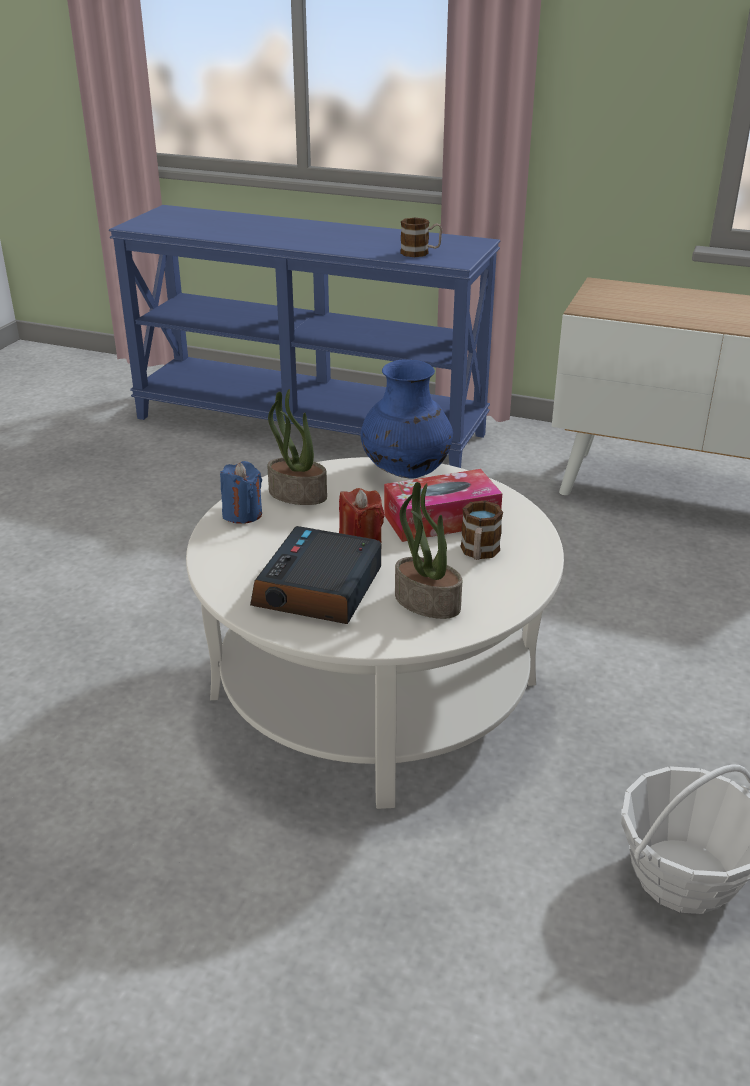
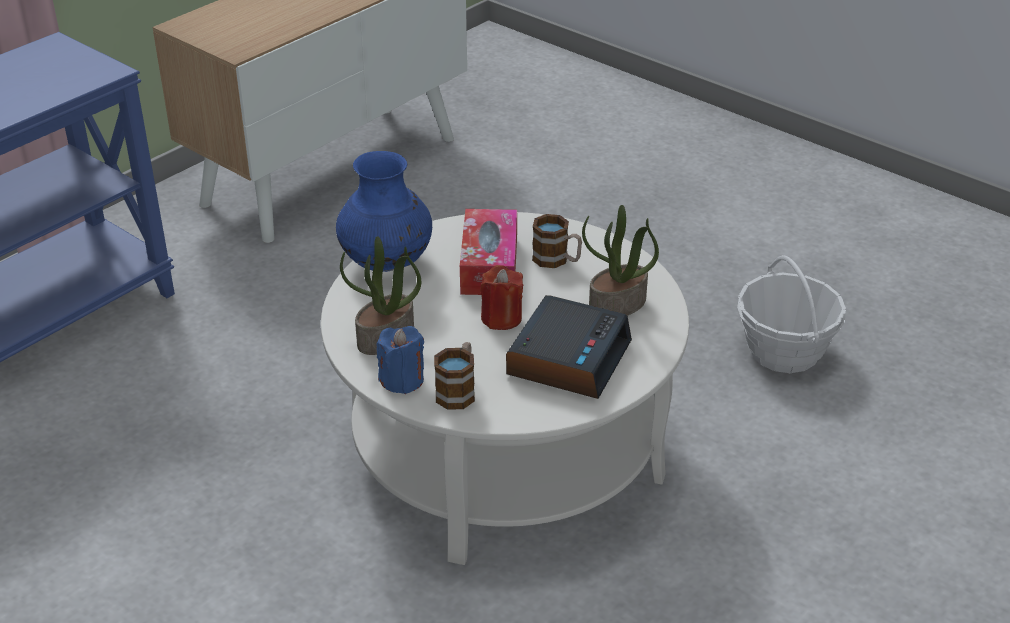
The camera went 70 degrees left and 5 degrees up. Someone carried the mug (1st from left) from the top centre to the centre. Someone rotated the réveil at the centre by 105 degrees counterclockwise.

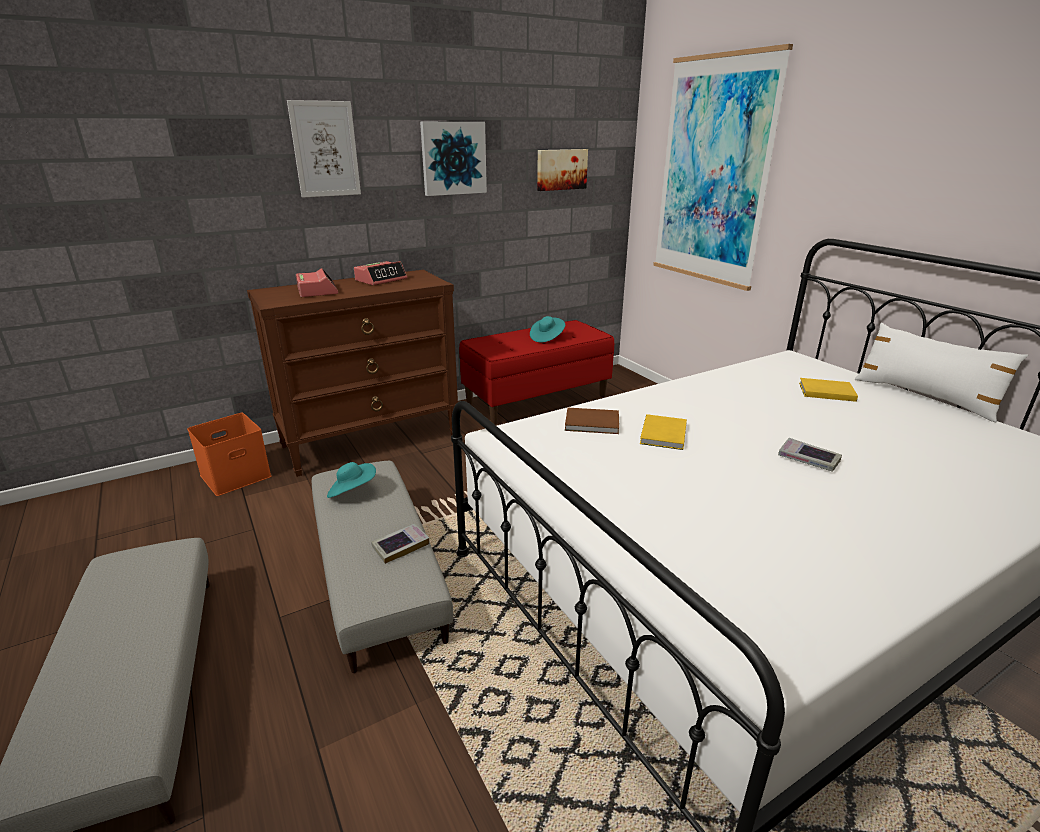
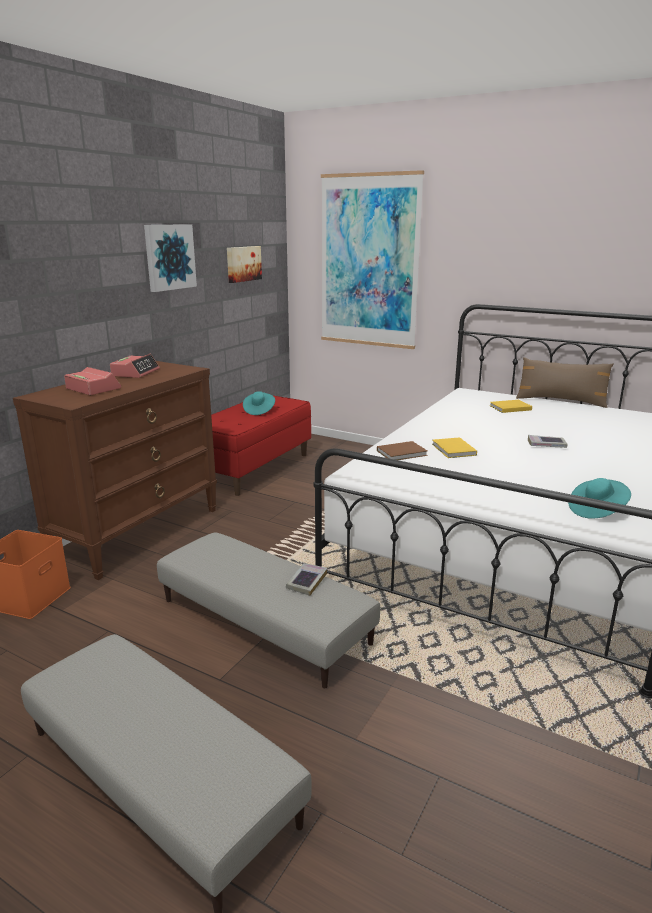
The camera went 30 degrees left and 5 degrees down. Someone took away the tableau (1st from left) at the top left. Someone repainted the coussin (blanc) at the middle right, which became the coussin (marron) at the middle right. Someone carried the chapeau (turquoise) (1st from left in the first image) from the centre to the middle right.

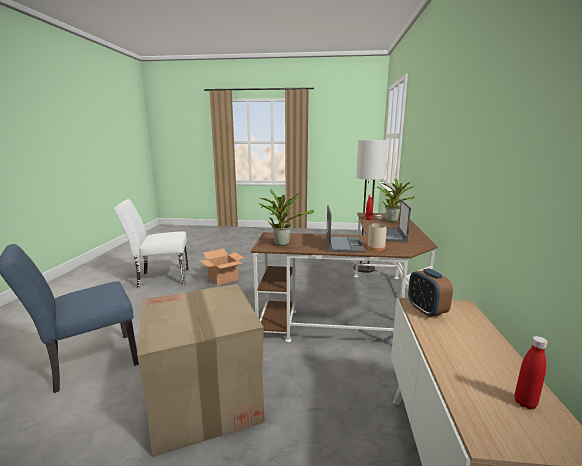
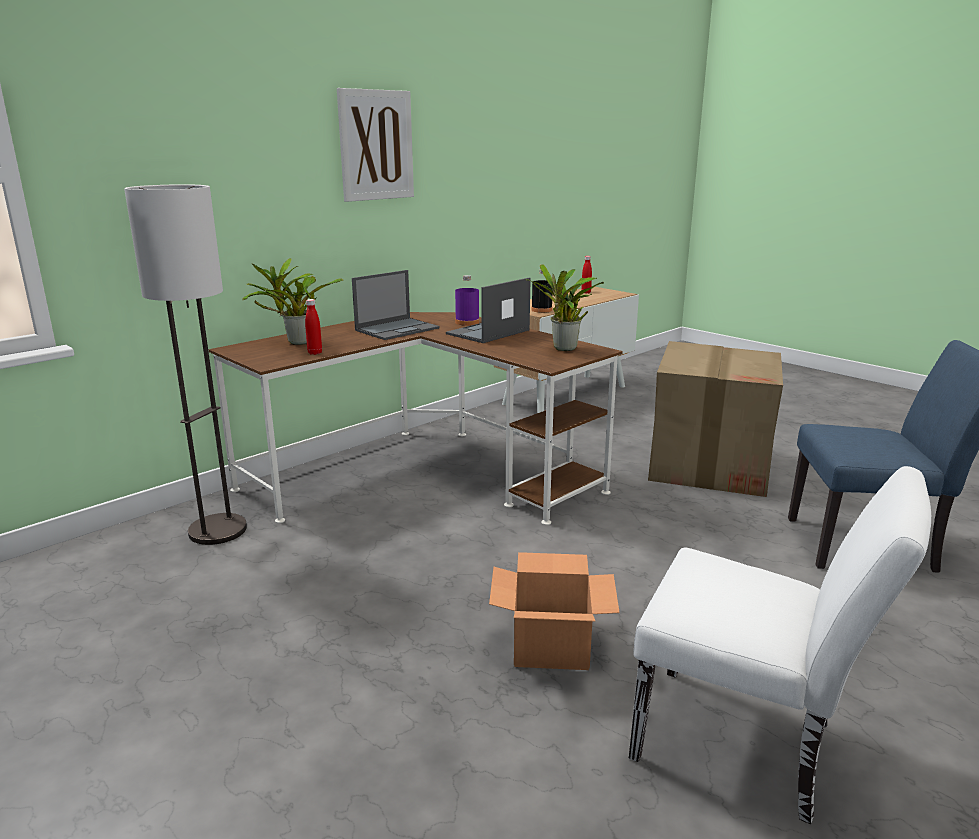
The camera went 140 degrees left and 5 degrees up. Someone repainted the bouteille (beige) at the centre, which became the bouteille (violet) at the centre. Someone swapped the réveil at the middle right for the bouteille (noir) at the centre. Someone put up the tableau at the top centre.

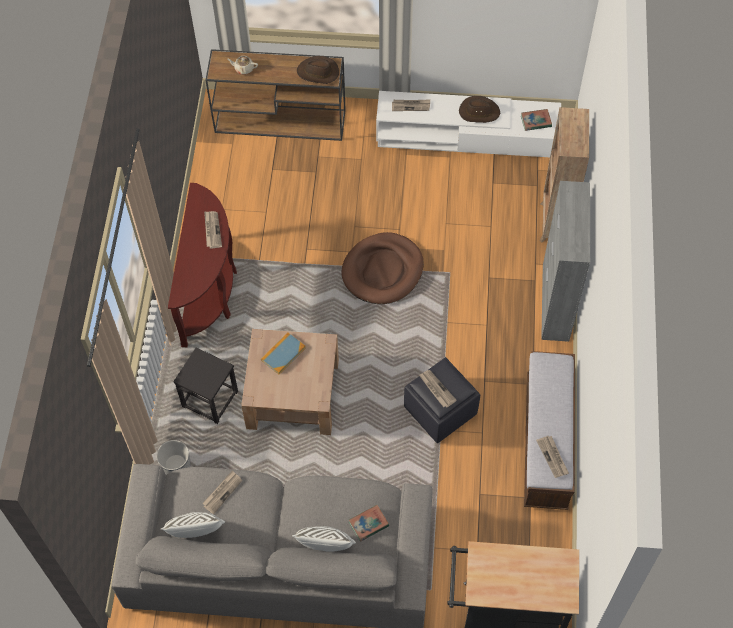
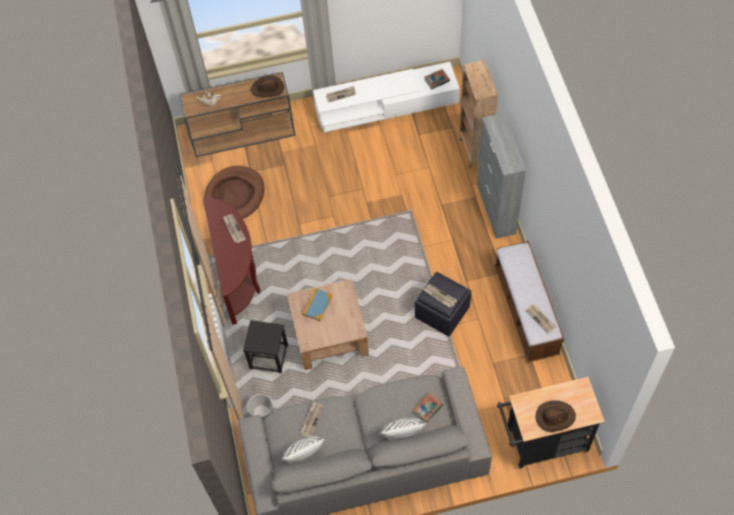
The camera went 15 degrees left and 0 degrees up. Someone carried the chapeau (marron) (2nd from left) from the top centre to the bottom right. Someone carried the panier pour chien (marron) from the centre to the middle left.

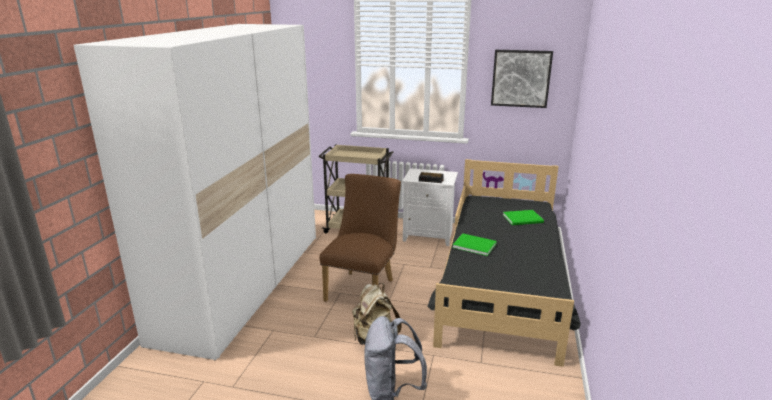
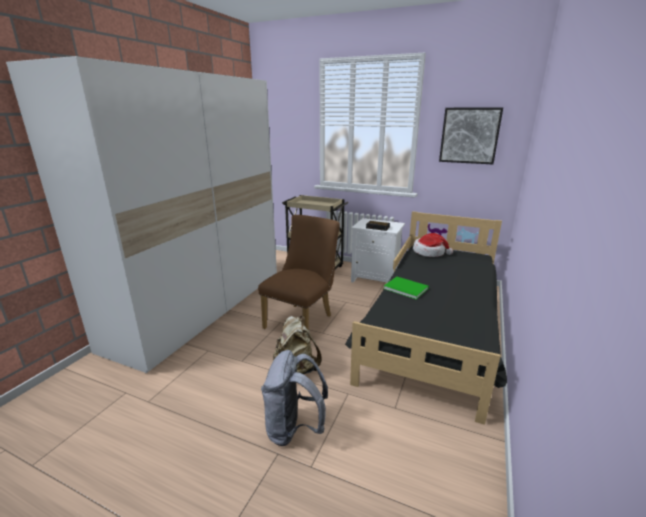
The camera went 10 degrees right and 0 degrees up. Someone took away the livre (vert) (2nd from left) at the middle right. Someone put down the chapeau at the middle right.

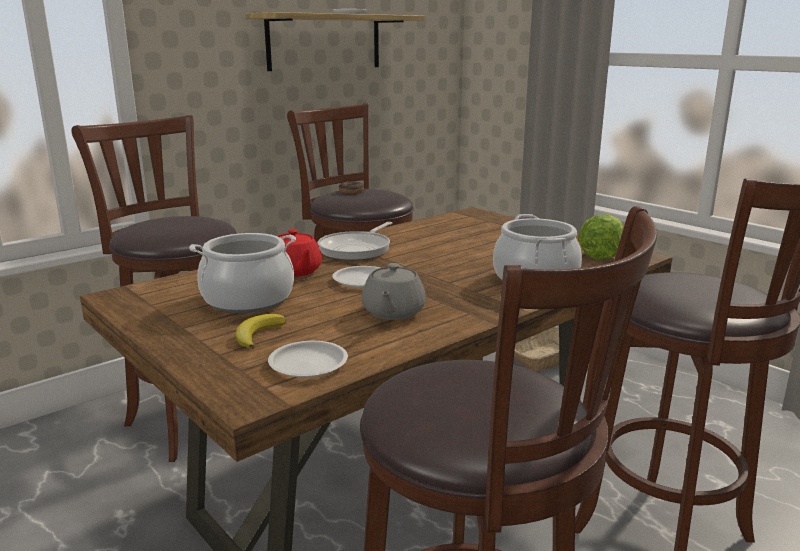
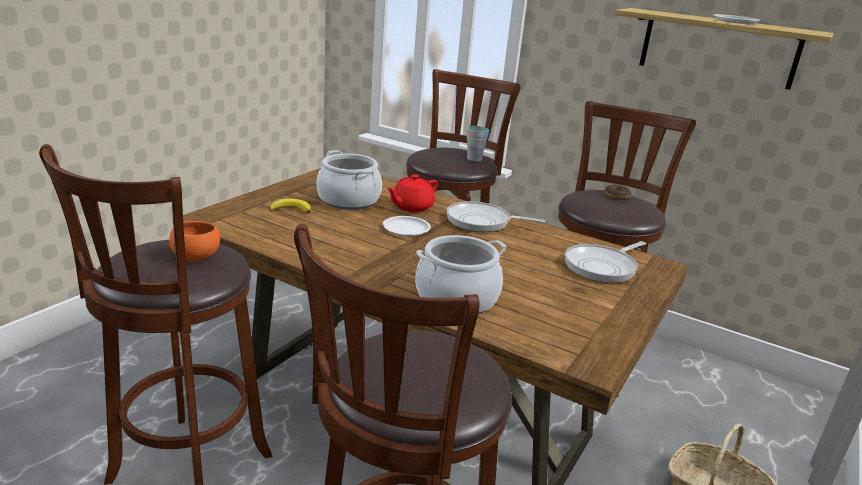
The camera went 70 degrees right and 5 degrees up. Someone took away the laitue at the middle right. Someone took away the théière (gris) at the centre. Someone took away the assiette (blanc) (1st from left) at the centre. Someone put down the tasse at the top centre. Someone put down the bol (orange) at the middle left. Someone put down the poêle (2nd from left) at the middle right.

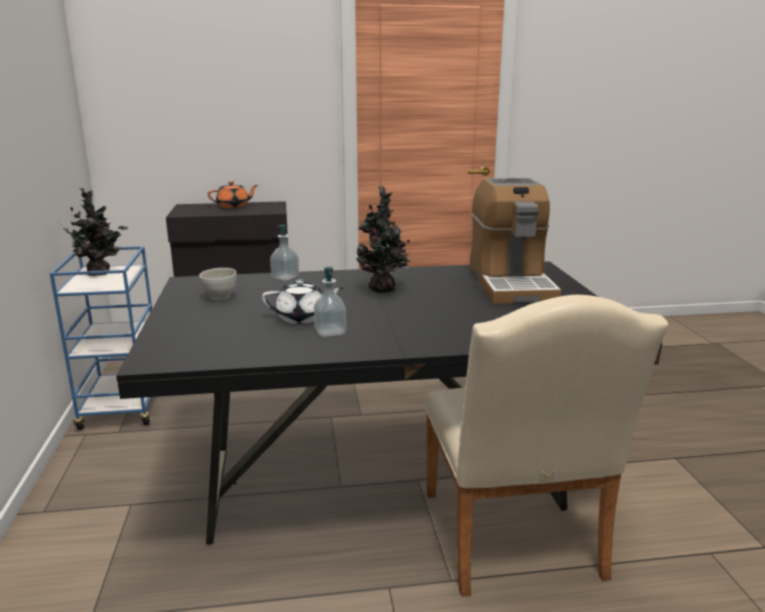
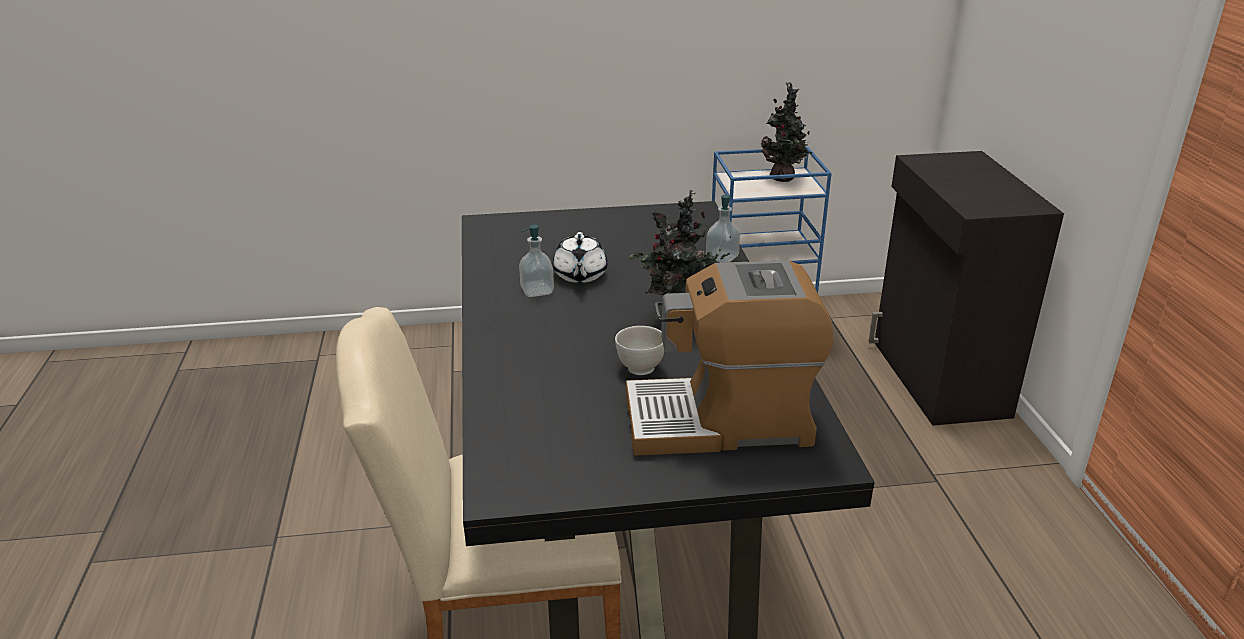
The camera went 90 degrees right and 10 degrees up. Someone took away the théière (orange) at the top left. Someone carried the bol (blanc) from the middle left to the centre.

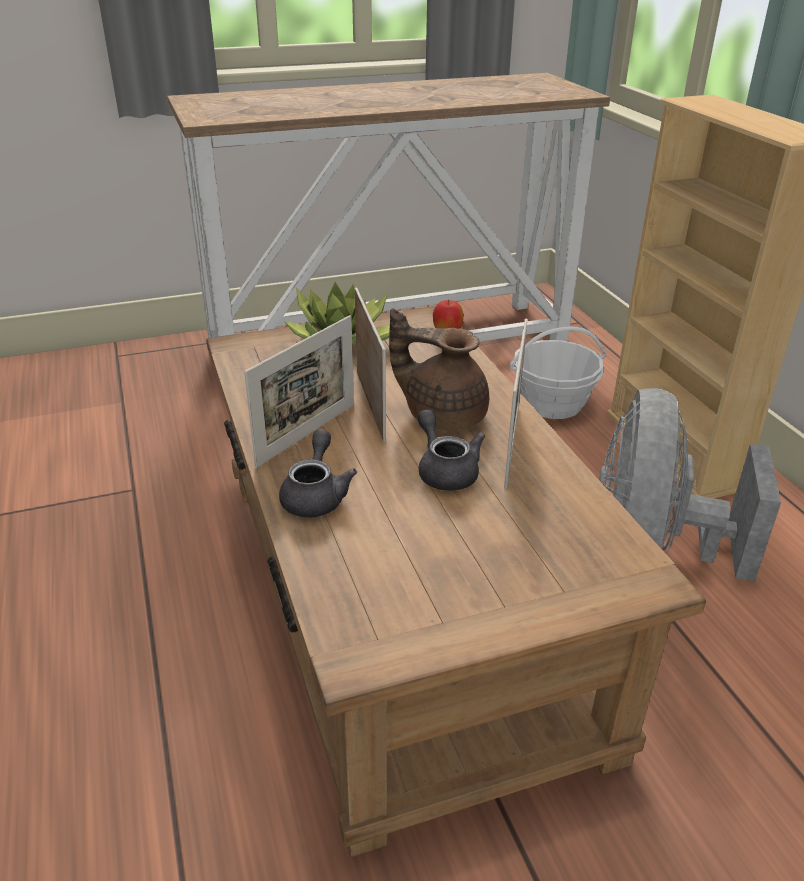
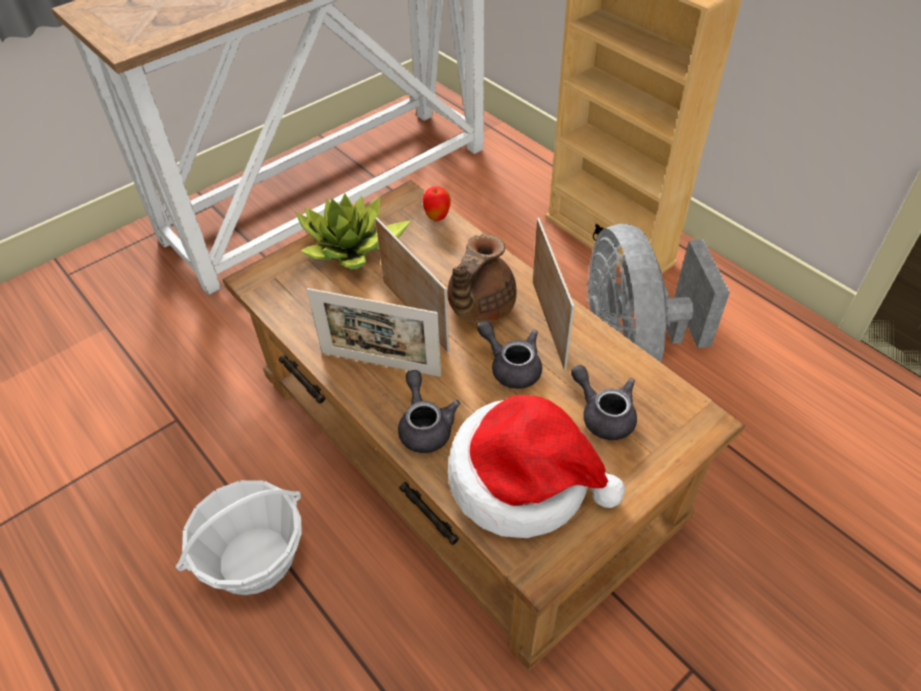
The camera went 20 degrees left and 15 degrees up. Someone rotated the théière (marron) at the centre by 60 degrees counterclockwise. Someone rotated the cadre photo (1st from left) at the centre by 90 degrees clockwise. Someone carried the panier from the middle right to the bottom left. Someone put down the théière (gris) (3rd from left) at the centre. Someone put down the chapeau at the bottom centre.

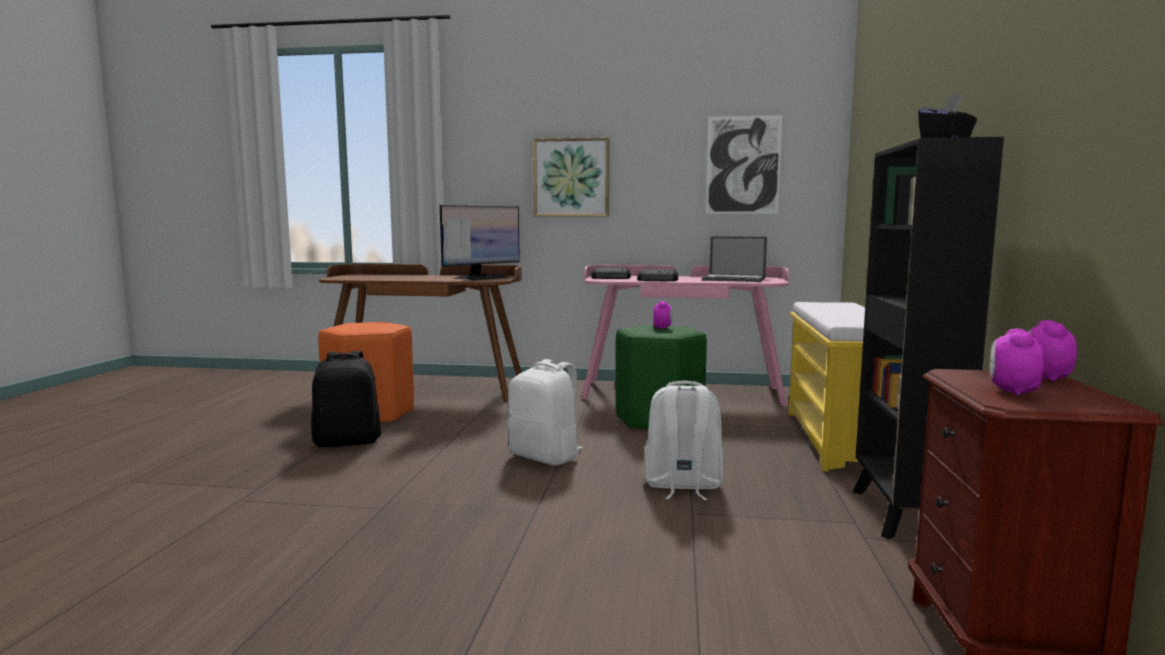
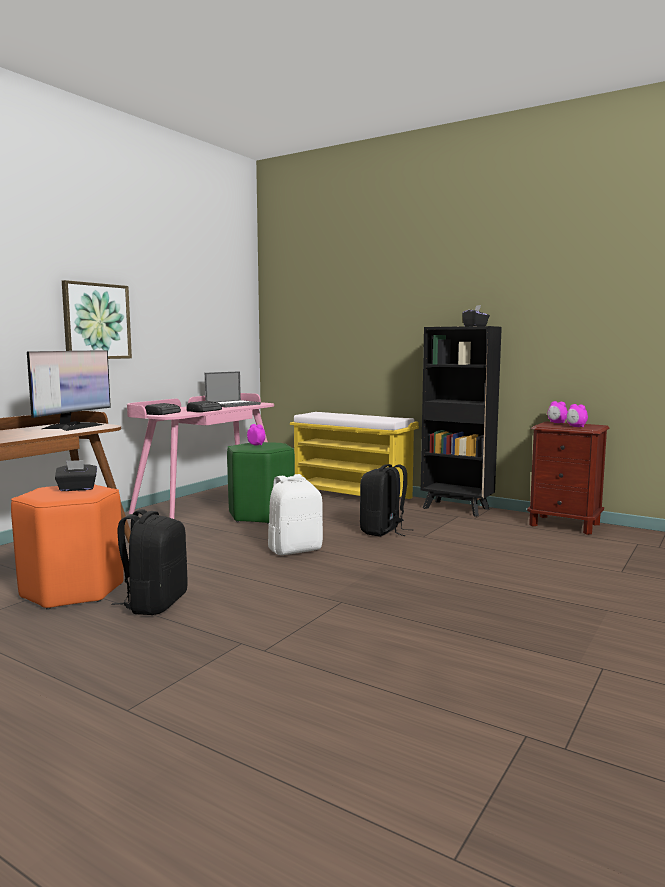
The camera went 65 degrees left and 0 degrees up. Someone took away the tableau (2nd from left) at the top centre. Someone rotated the écran d'ordinateur at the centre by 45 degrees clockwise. Someone repainted the sac à dos (blanc) (2nd from left) at the bottom centre, which became the sac à dos (noir) (2nd from left) at the centre. Someone put down the boîte à mouchoirs (noir) (1st from left) at the middle left.

